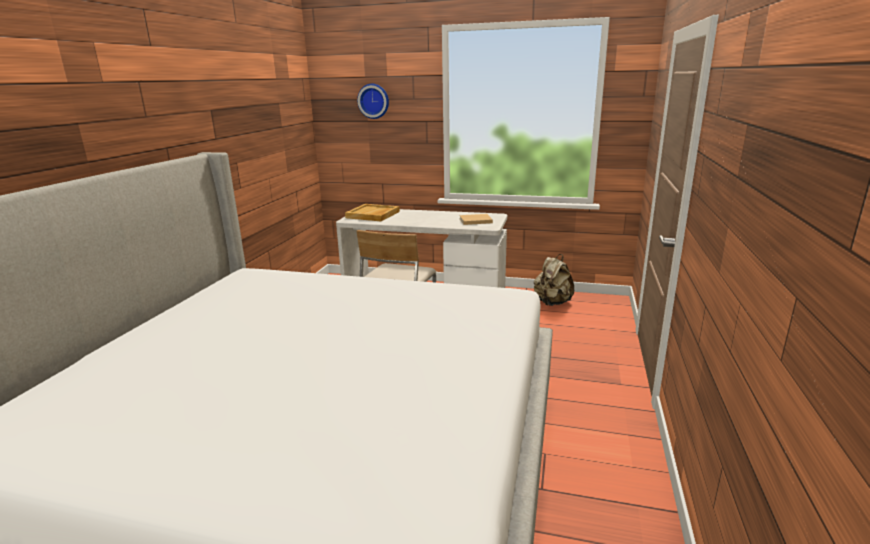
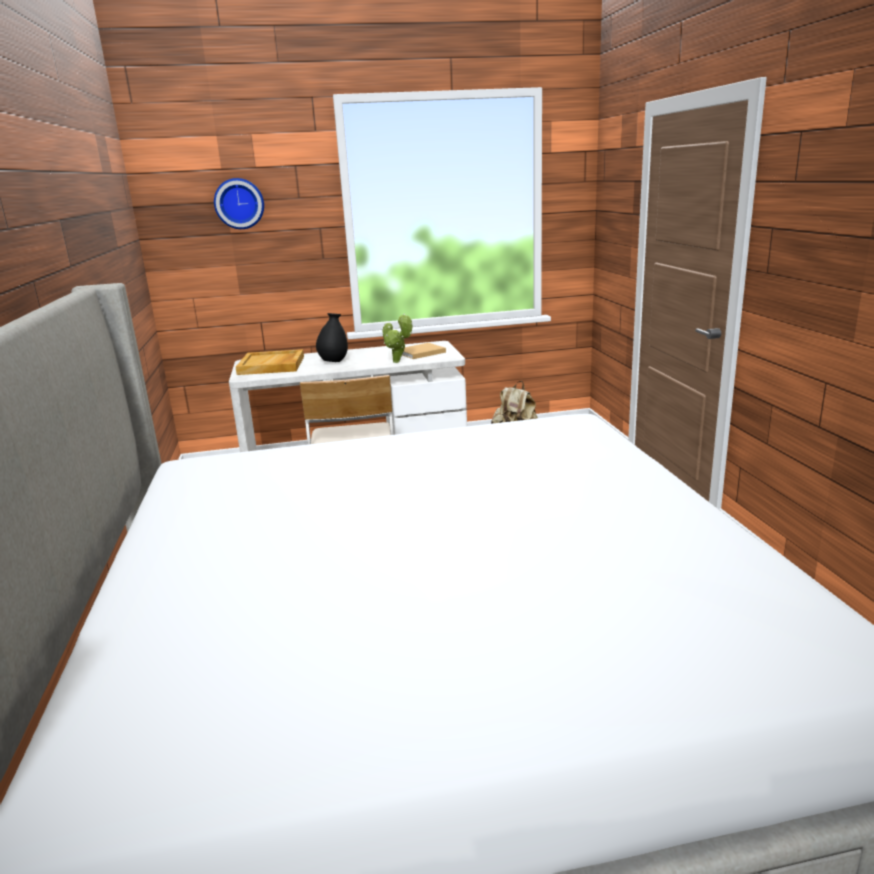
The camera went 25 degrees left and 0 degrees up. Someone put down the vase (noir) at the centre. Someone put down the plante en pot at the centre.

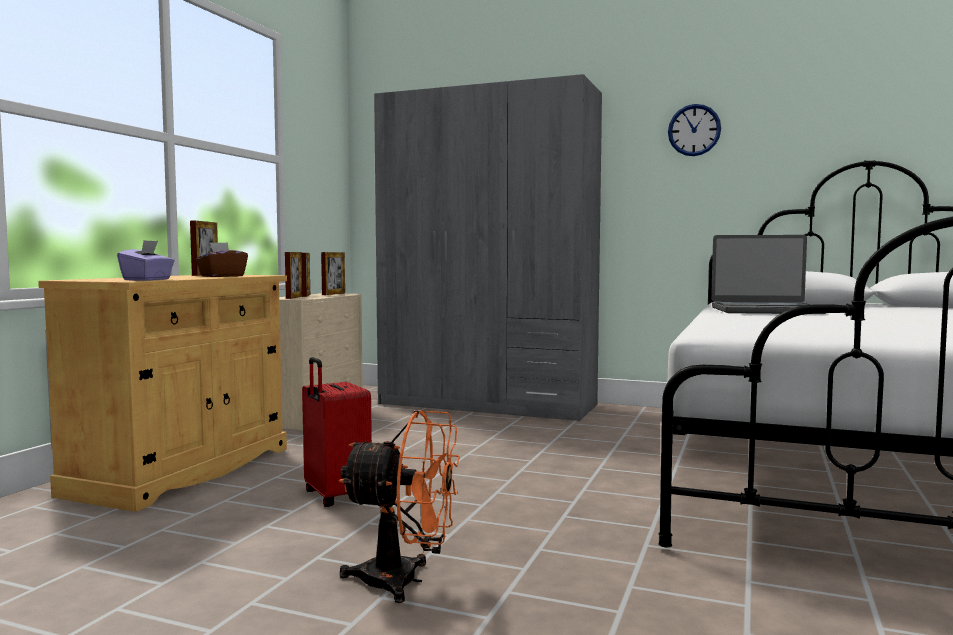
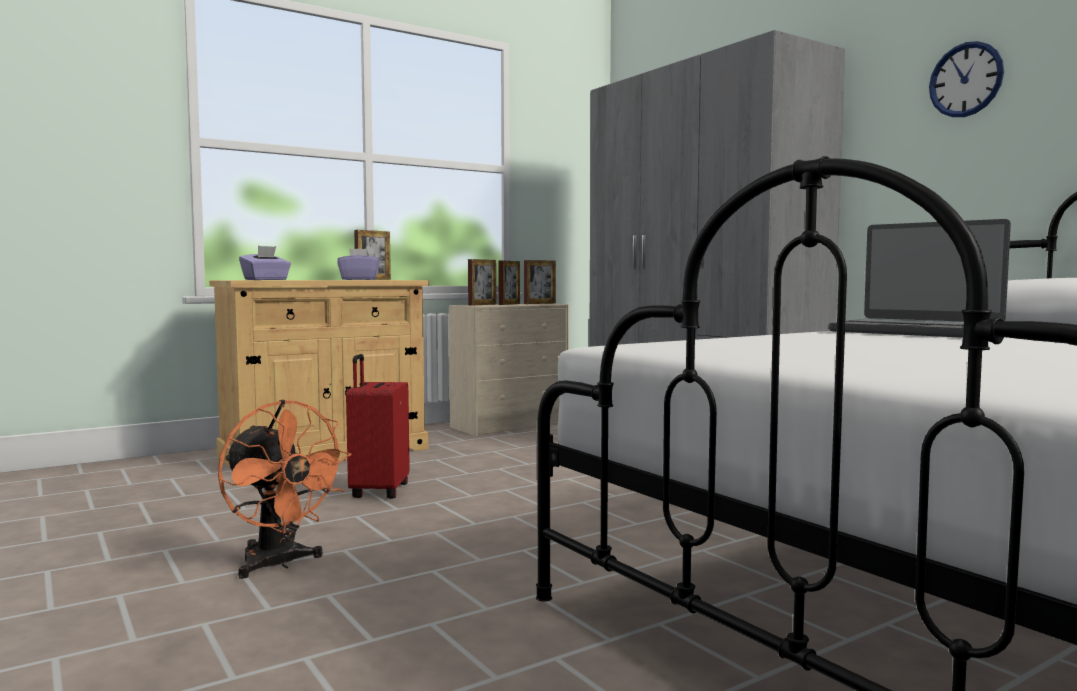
The camera went 35 degrees right and 0 degrees up. Someone repainted the boîte à mouchoirs (marron) at the middle left, which became the boîte à mouchoirs (violet) (2nd from left) at the centre.

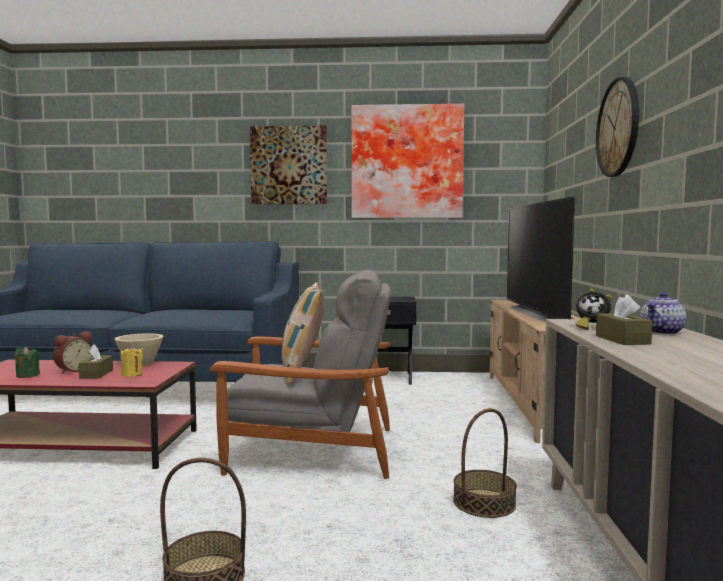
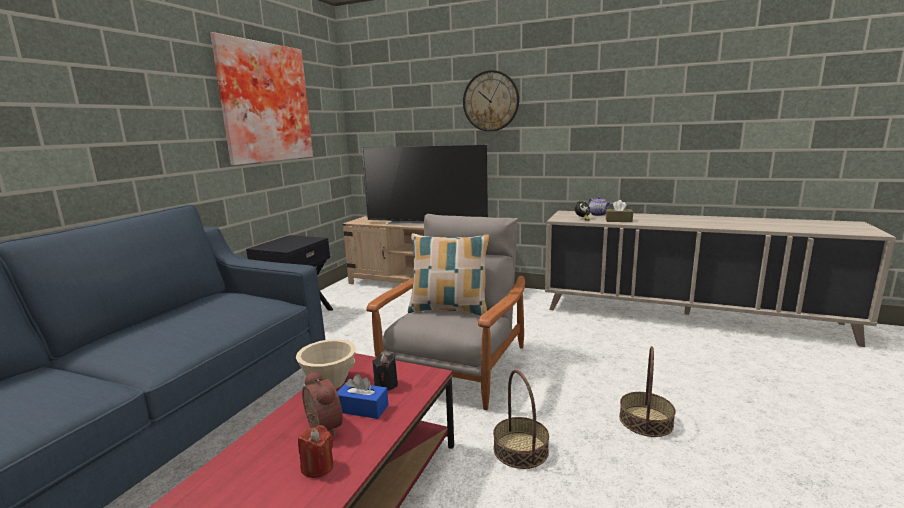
The camera went 70 degrees left and 10 degrees up. Someone took away the tableau (1st from left) at the top centre. Someone repainted the boîte à mouchoirs (marron) (1st from left) at the middle left, which became the boîte à mouchoirs (bleu) at the bottom centre. Someone repainted the bougie (jaune) at the middle left, which became the bougie (noir) at the bottom centre. Someone repainted the bougie (vert) at the middle left, which became the bougie (rouge) at the bottom centre. Someone carried the panier (2nd from left in the first image) from the bottom right to the bottom centre.

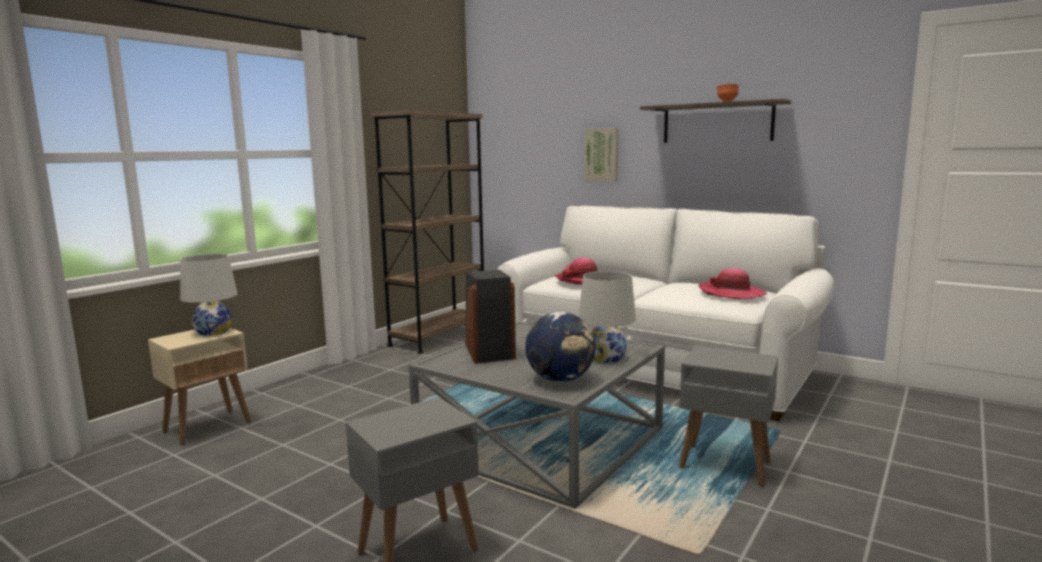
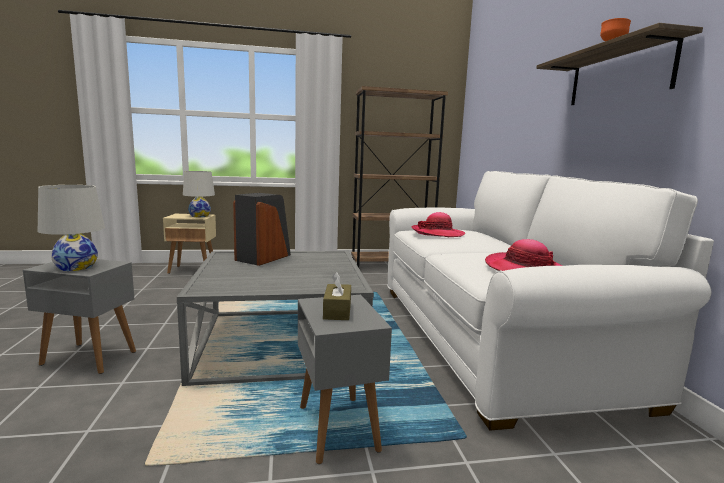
The camera went 45 degrees right and 0 degrees up. Someone took away the tableau at the top centre. Someone carried the lampe de table (blanc) (2nd from left in the first image) from the centre to the middle left. Someone took away the globe at the centre. Someone put down the boîte à mouchoirs (marron) at the centre.

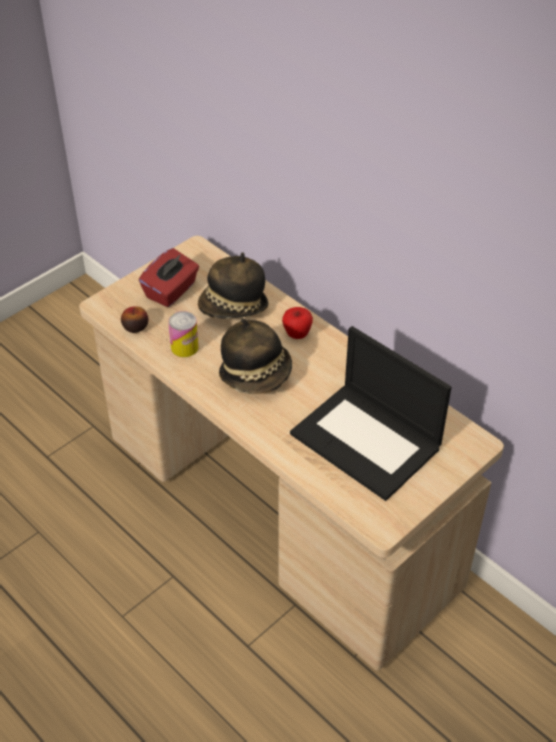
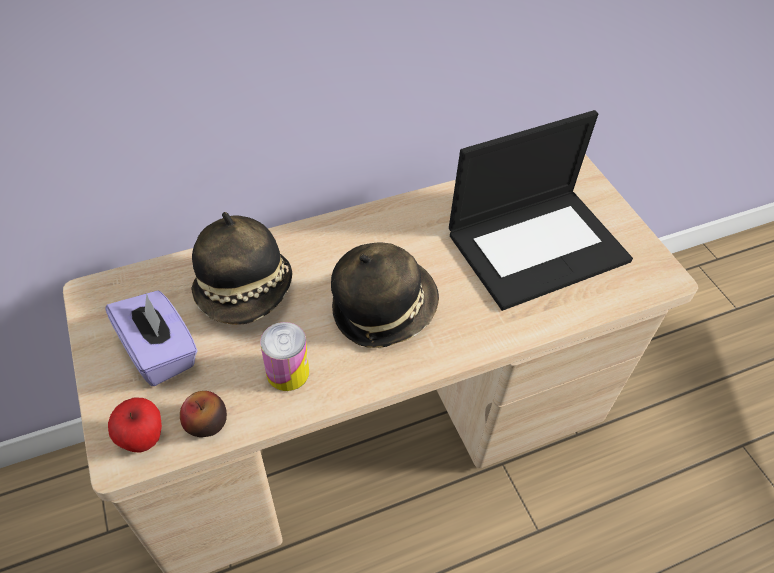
The camera went 70 degrees left and 5 degrees up. Someone repainted the boîte à mouchoirs (rouge) at the middle left, which became the boîte à mouchoirs (violet) at the middle left. Someone carried the pomme (2nd from left in the first image) from the centre to the bottom left.

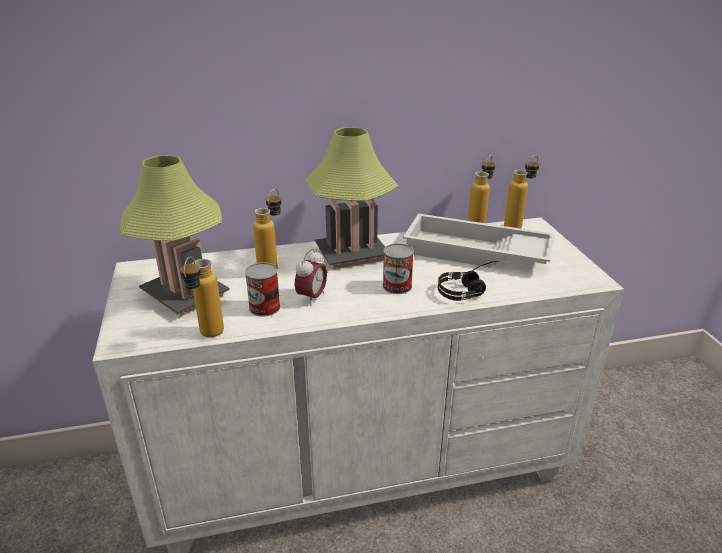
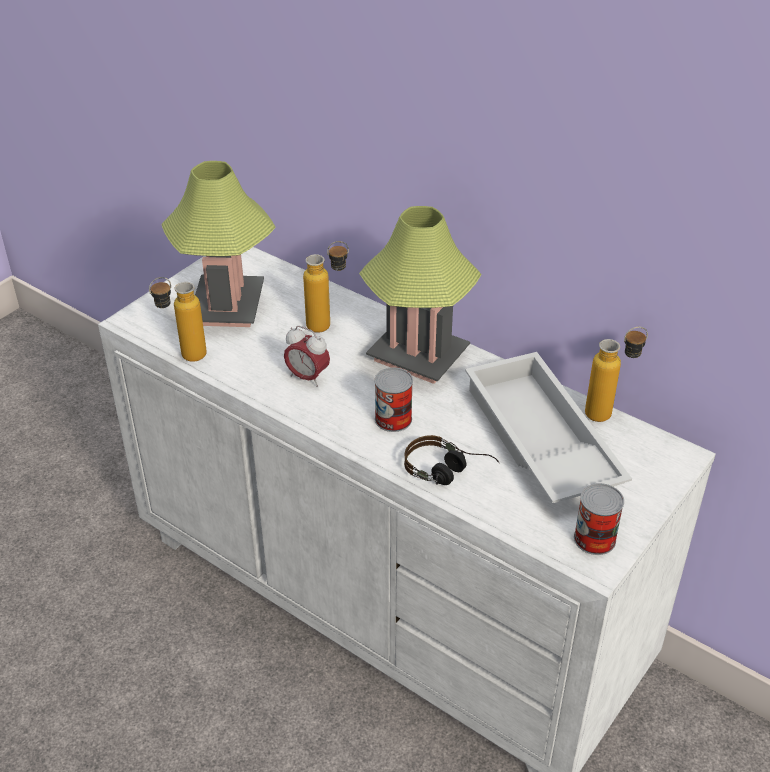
The camera went 50 degrees right and 10 degrees up. Someone took away the bouteille (4th from left) at the middle right. Someone rotated the réveil at the centre by 45 degrees clockwise. Someone carried the boîte métallique (1st from left in the first image) from the centre to the bottom right.

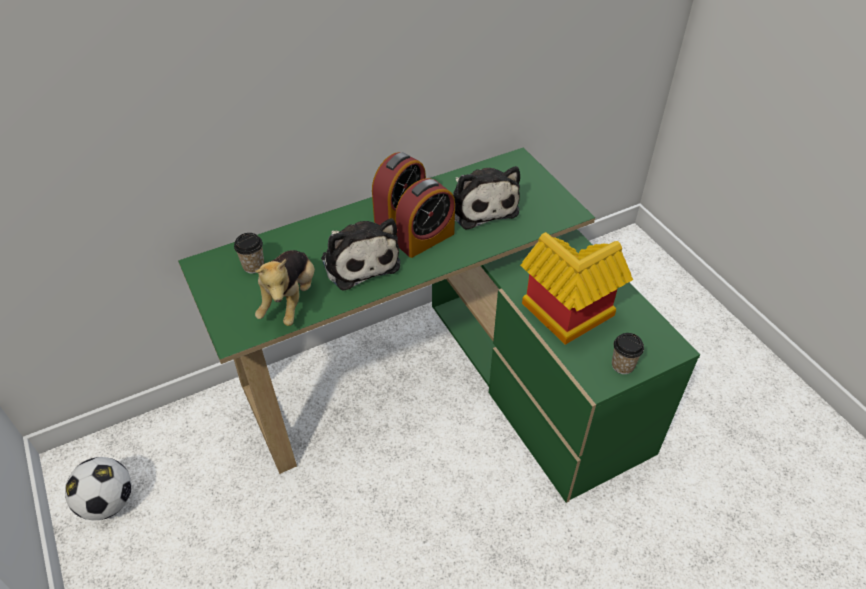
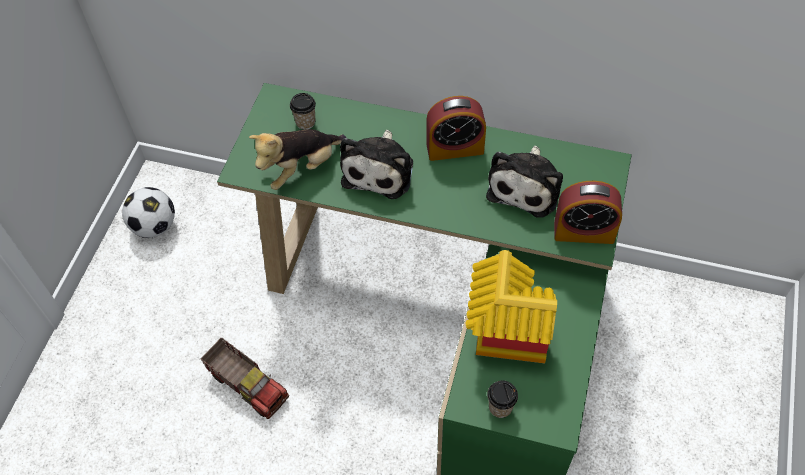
The camera went 45 degrees right and 10 degrees up. Someone carried the réveil (2nd from left) from the centre to the middle right. Someone put down the camion jouet at the bottom left.

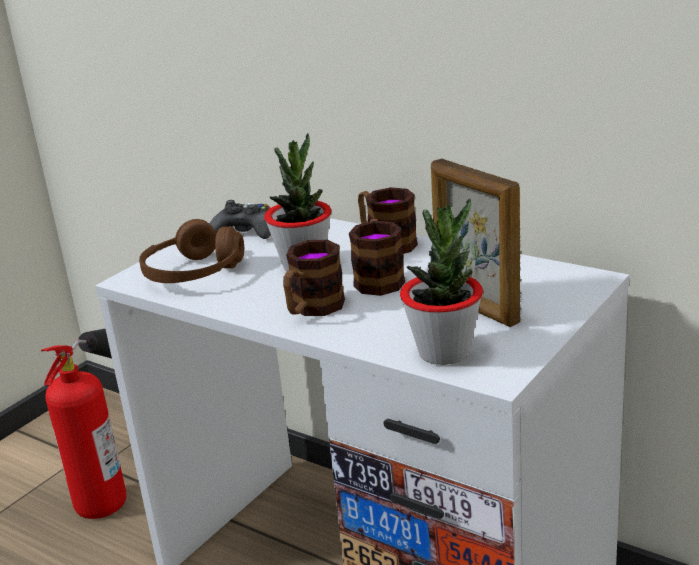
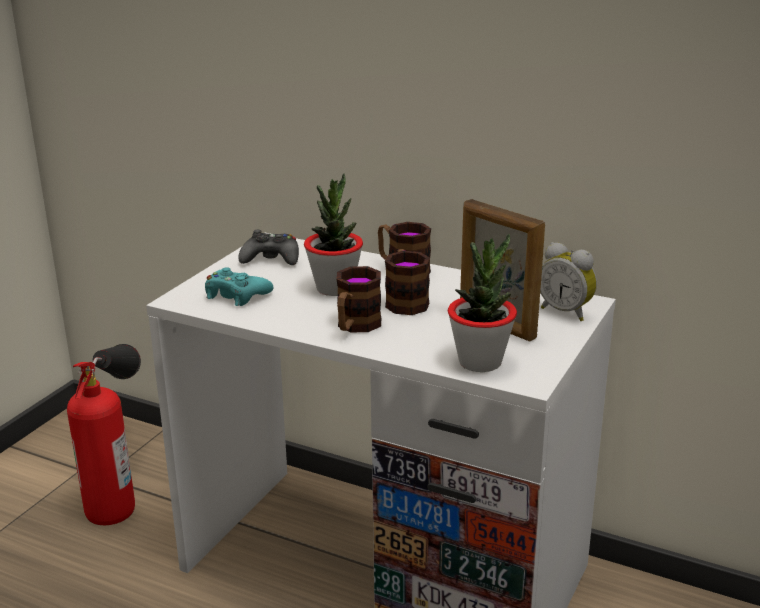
The camera went 10 degrees left and 0 degrees up. Someone swapped the casque audio (marron) at the middle left for the manette (turquoise) at the middle left. Someone put down the réveil at the middle right.

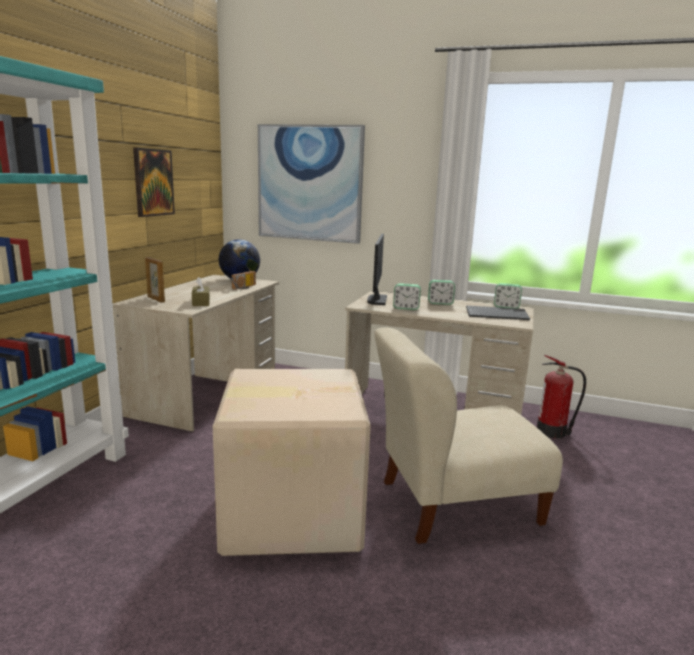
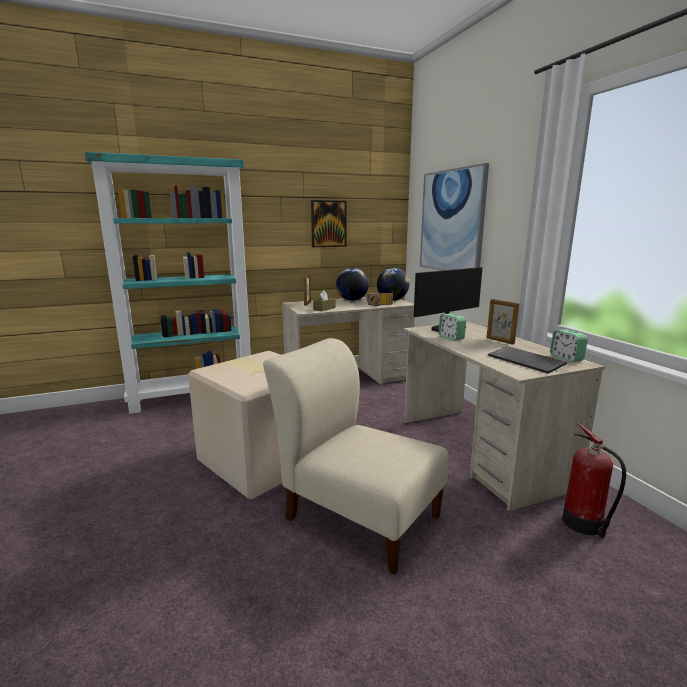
The camera went 50 degrees right and 0 degrees up. Someone swapped the réveil (2nd from left) at the centre for the cadre photo (2nd from left) at the middle right. Someone put down the globe (1st from left) at the centre.

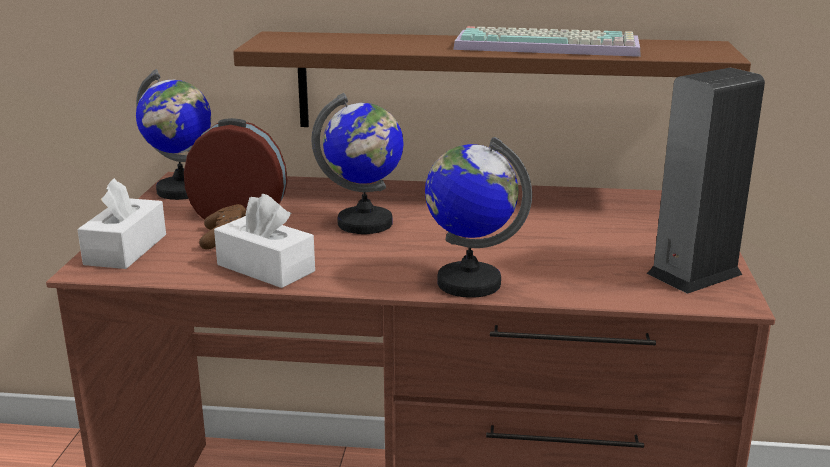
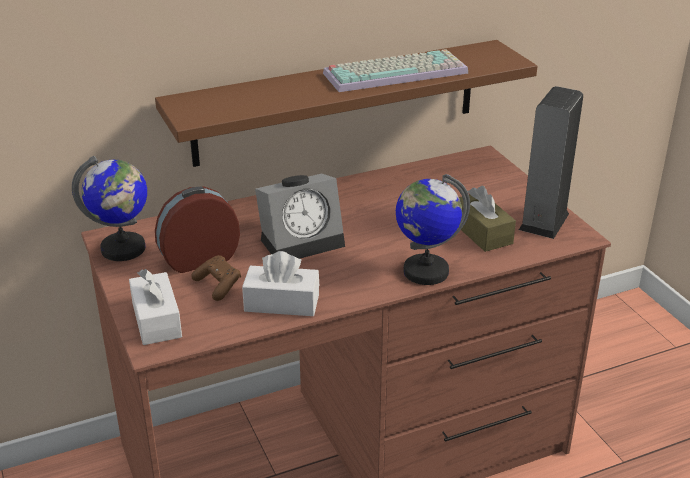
The camera went 30 degrees left and 10 degrees up. Someone swapped the globe (2nd from left) at the centre for the réveil (2nd from left) at the centre. Someone put down the boîte à mouchoirs (marron) at the middle right.

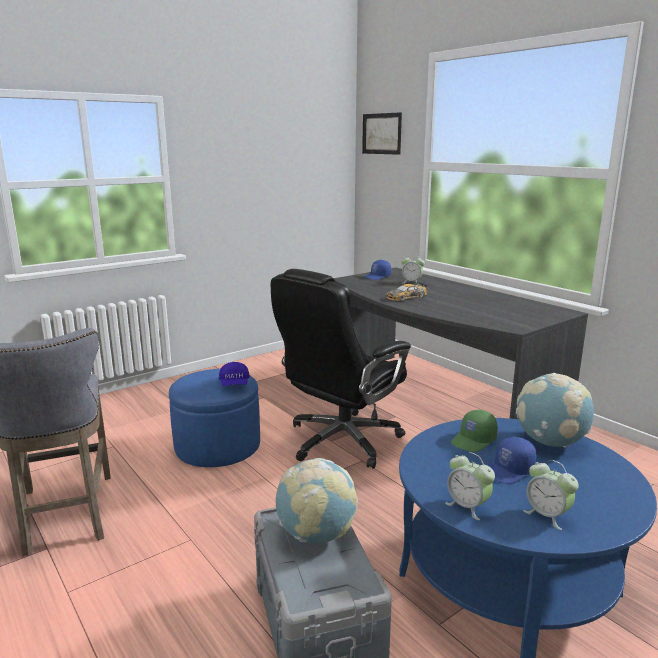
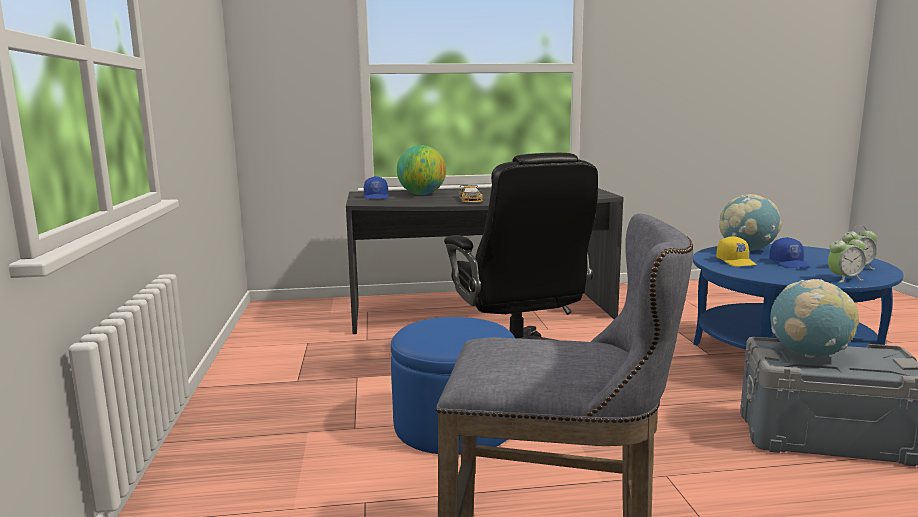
The camera went 60 degrees left and 5 degrees down. Someone took away the tableau at the top centre. Someone swapped the réveil (1st from left) at the centre for the globe (1st from left) at the top centre. Someone took away the casquette (bleu) (1st from left) at the centre. Someone repainted the casquette (vert) at the middle right, which became the casquette (jaune) at the middle right.

